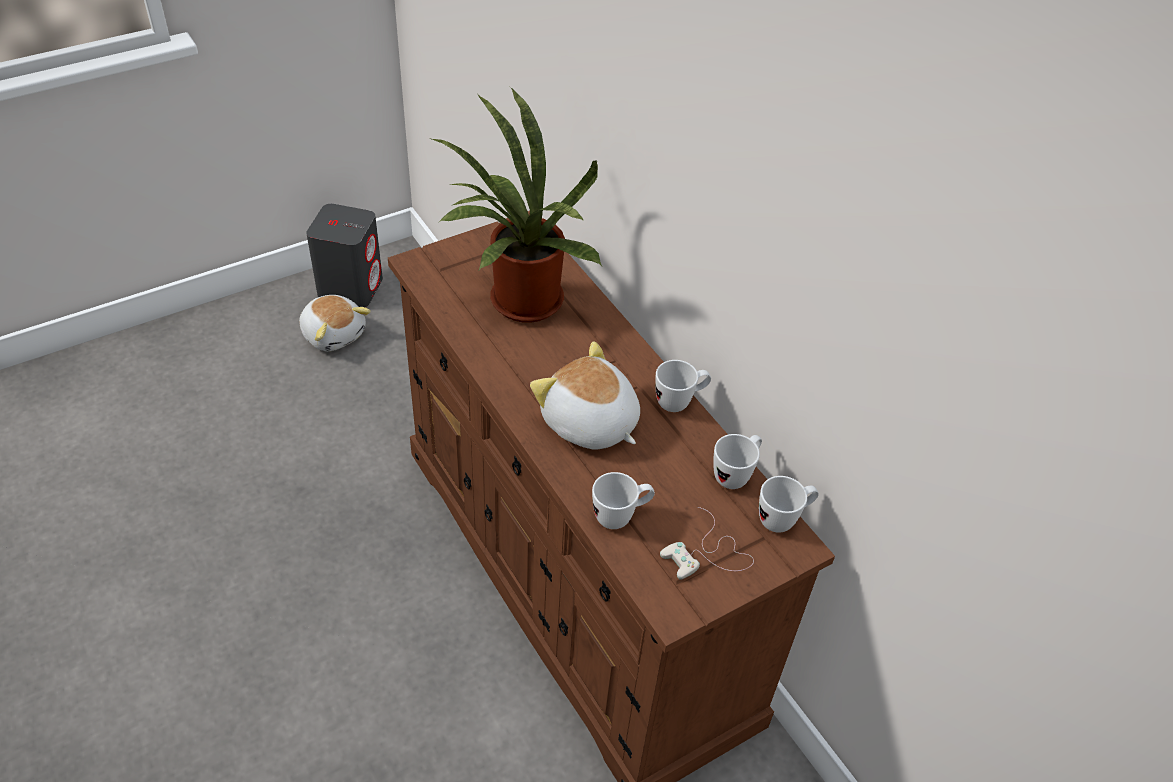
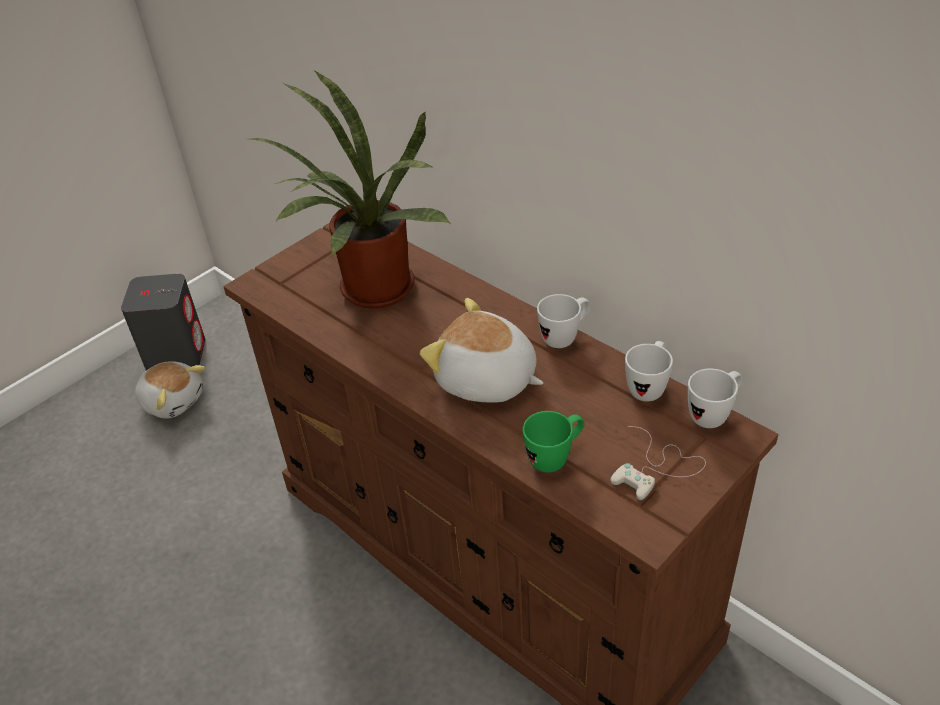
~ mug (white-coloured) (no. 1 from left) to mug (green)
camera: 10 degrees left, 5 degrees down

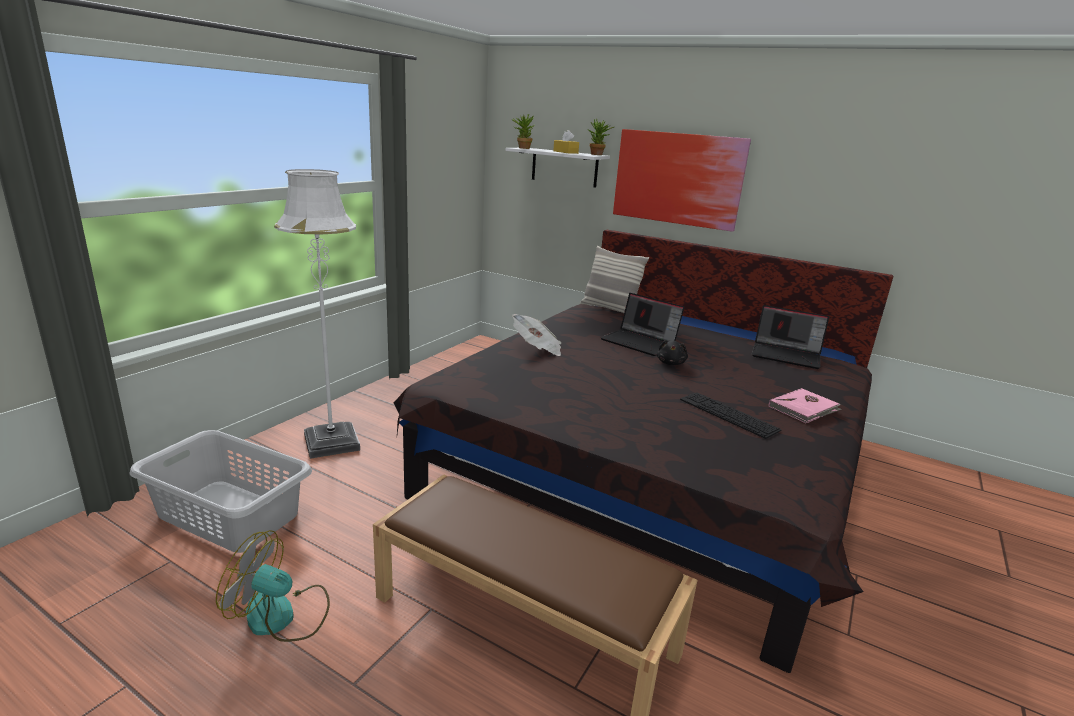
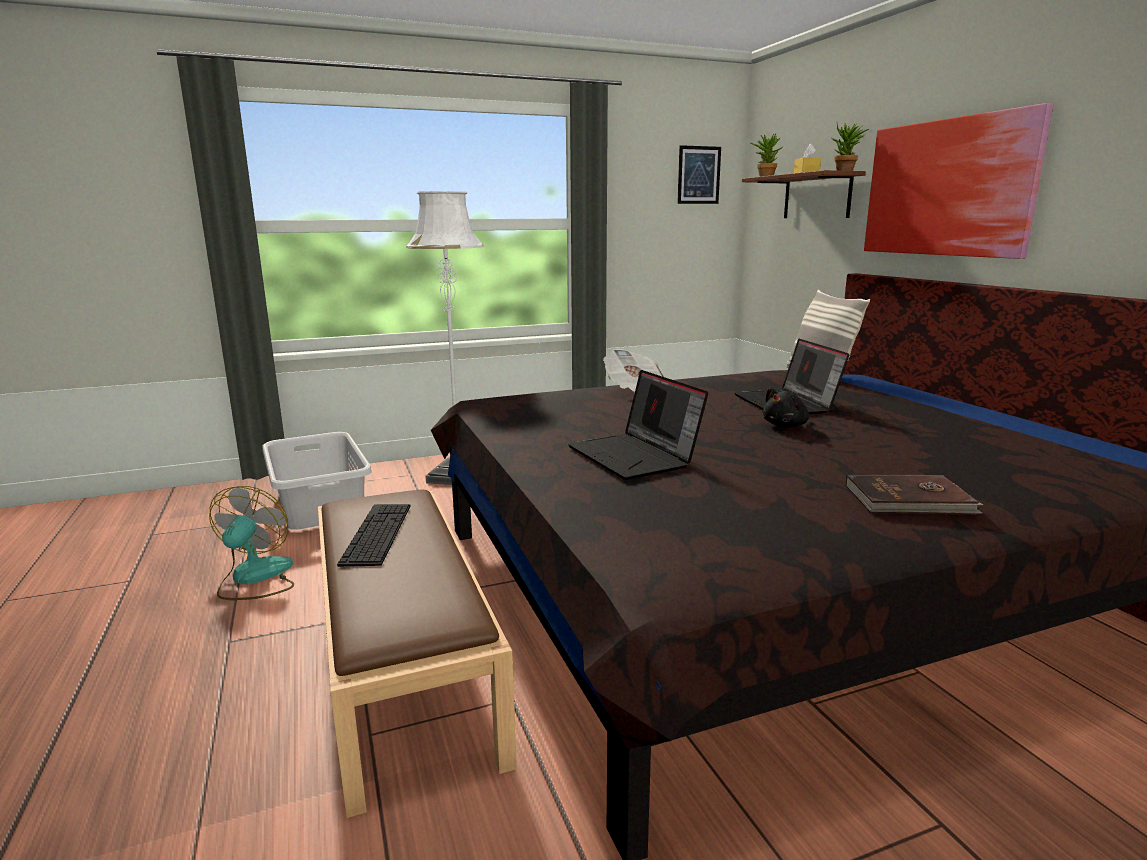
~ electric fan 45 degrees clockwise
~ computer keyboard
~ portable computer (no. 2 from left in the first image) to portable computer (no. 1 from left)
+ wall picture (no. 1 from left)
~ wall shelf (white-coloured) to wall shelf (brownish)
~ bound book (pinkish) to bound book (brownish)
camera: 40 degrees right, 5 degrees down

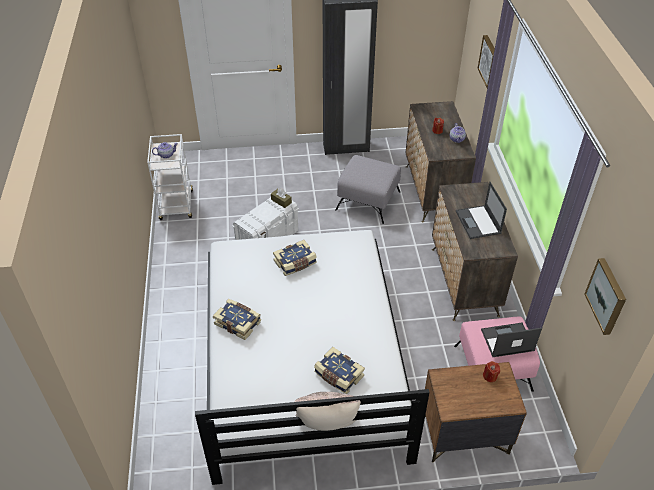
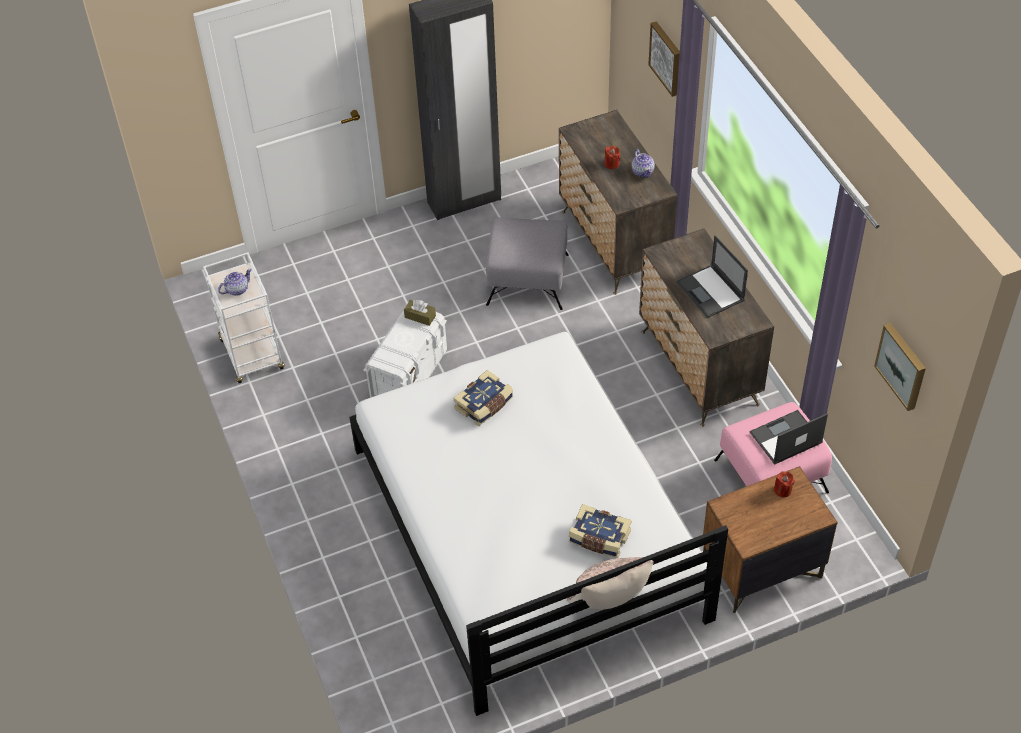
- bound book (no. 1 from left)
camera: 15 degrees left, 5 degrees up

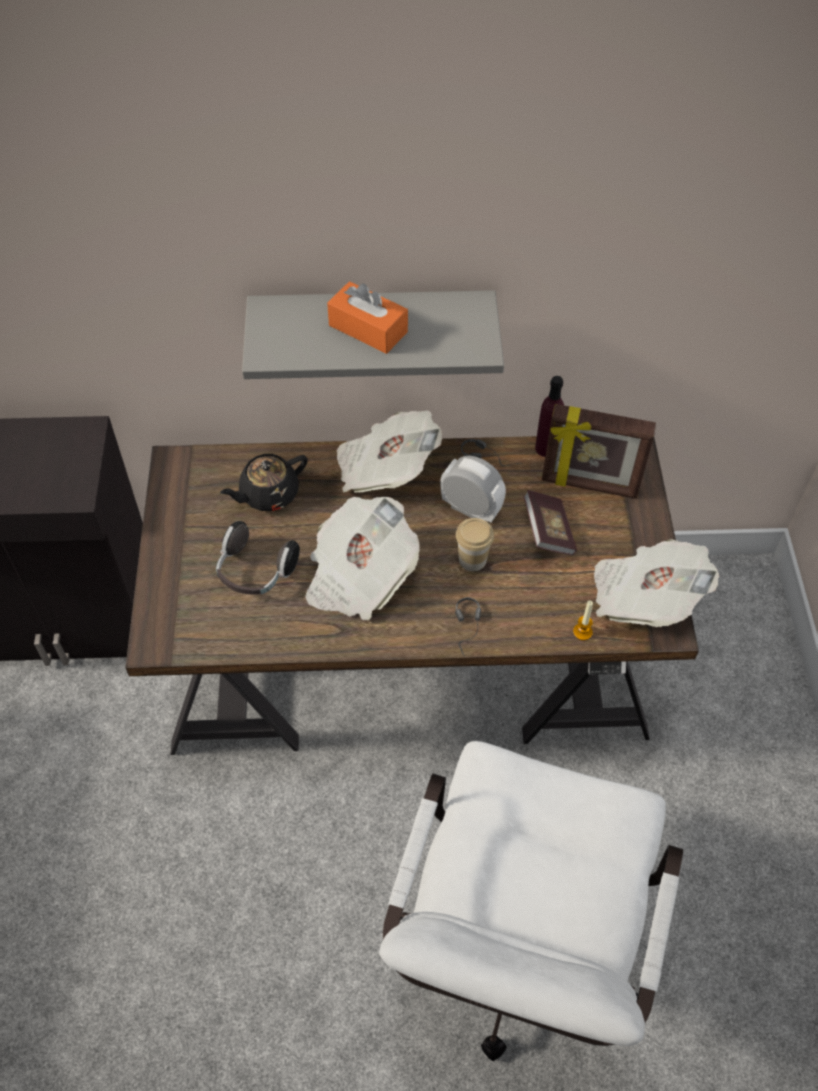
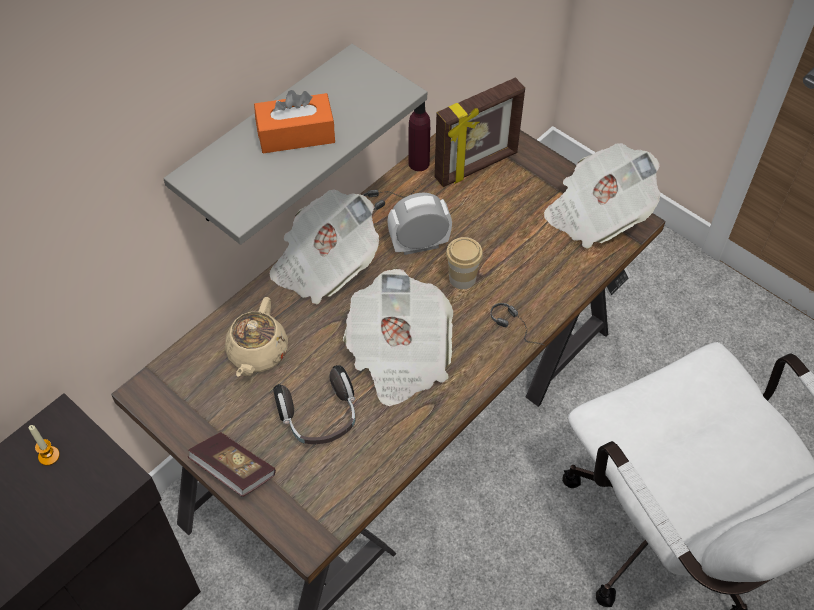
~ wax light
~ bound book
~ teapot (black-coloured) to teapot (sand-coloured)
camera: 45 degrees left, 0 degrees up

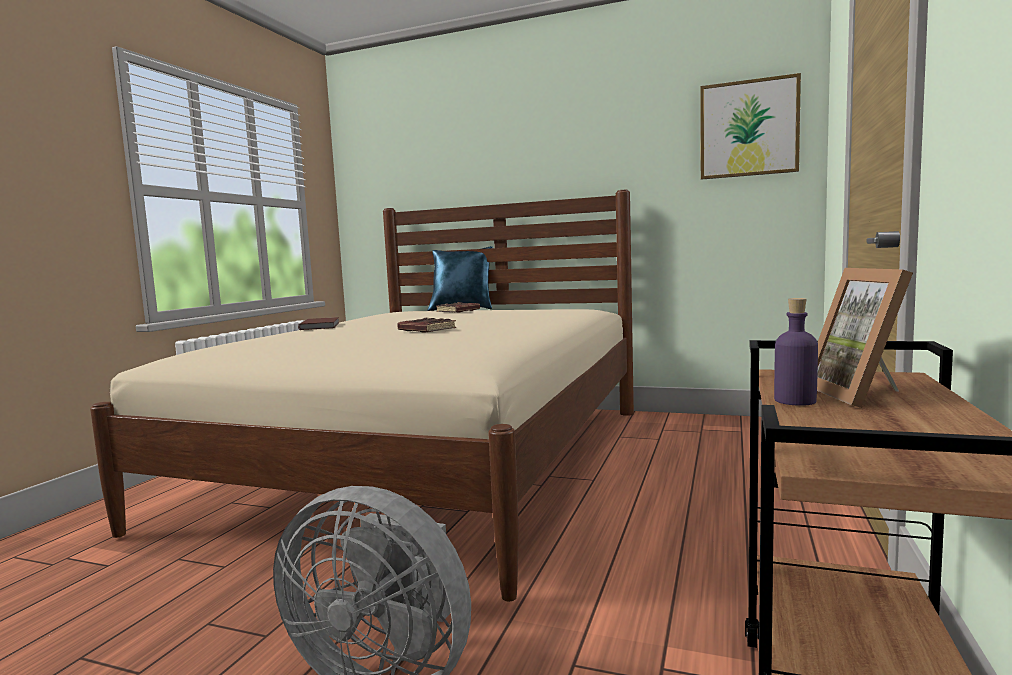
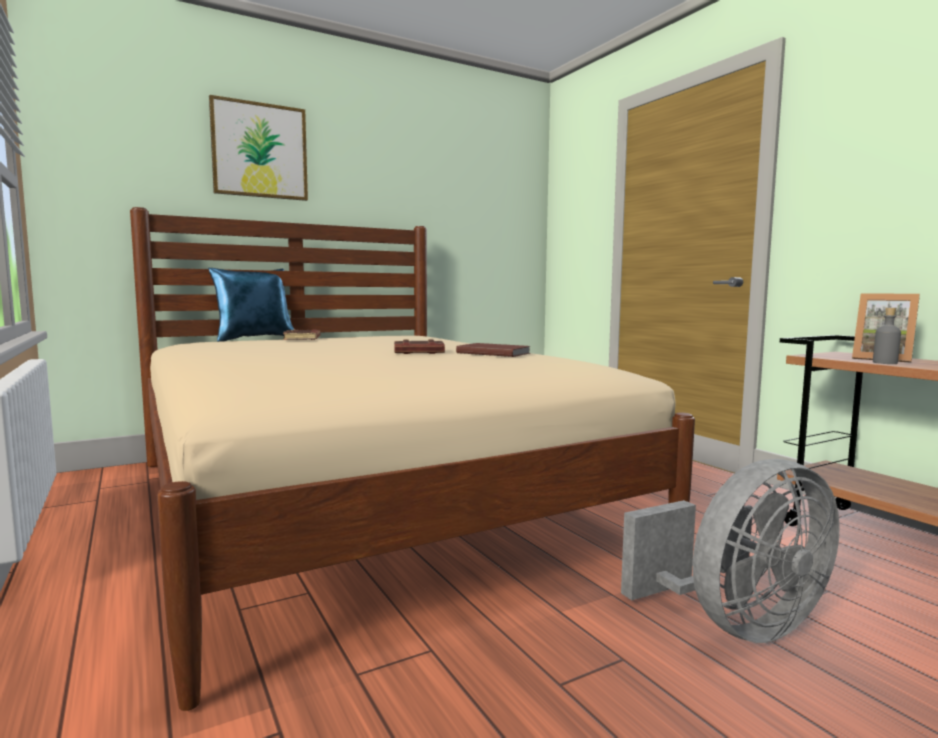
~ wall picture
~ bound book (brownish) (no. 1 from left in the first image) to bound book (brownish) (no. 3 from left)
~ beverage bottle (purple-coloured) to beverage bottle (gray)
camera: 50 degrees left, 0 degrees up

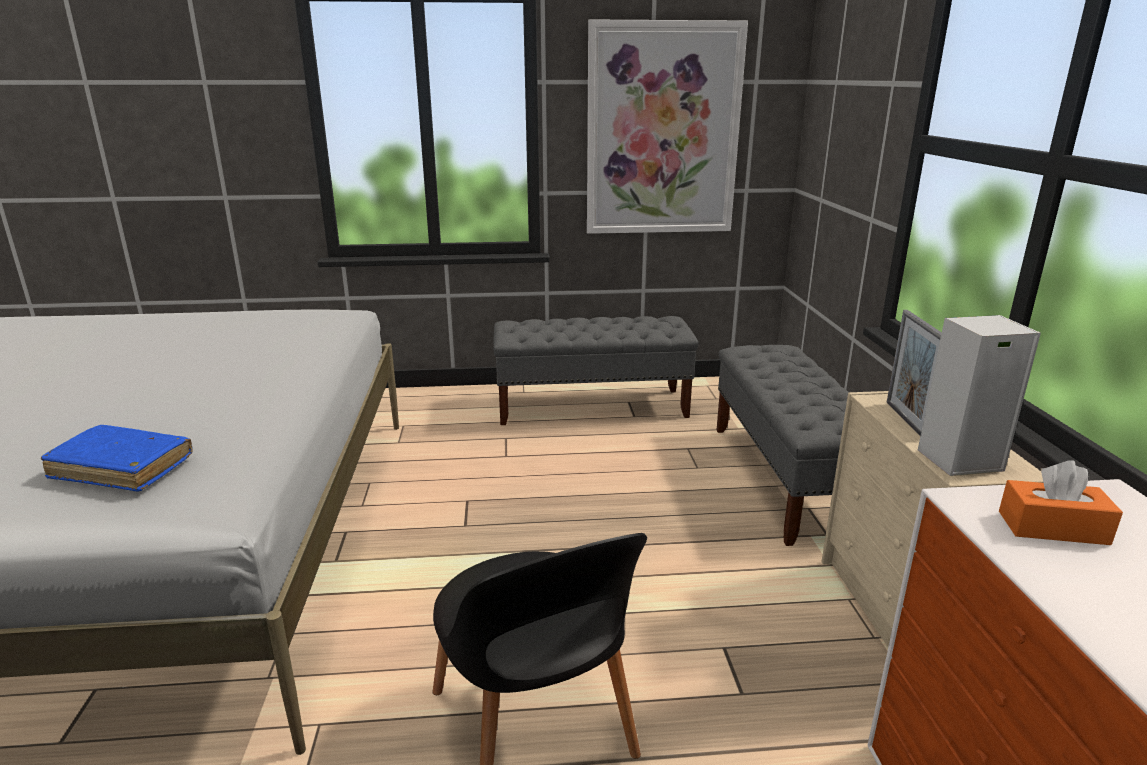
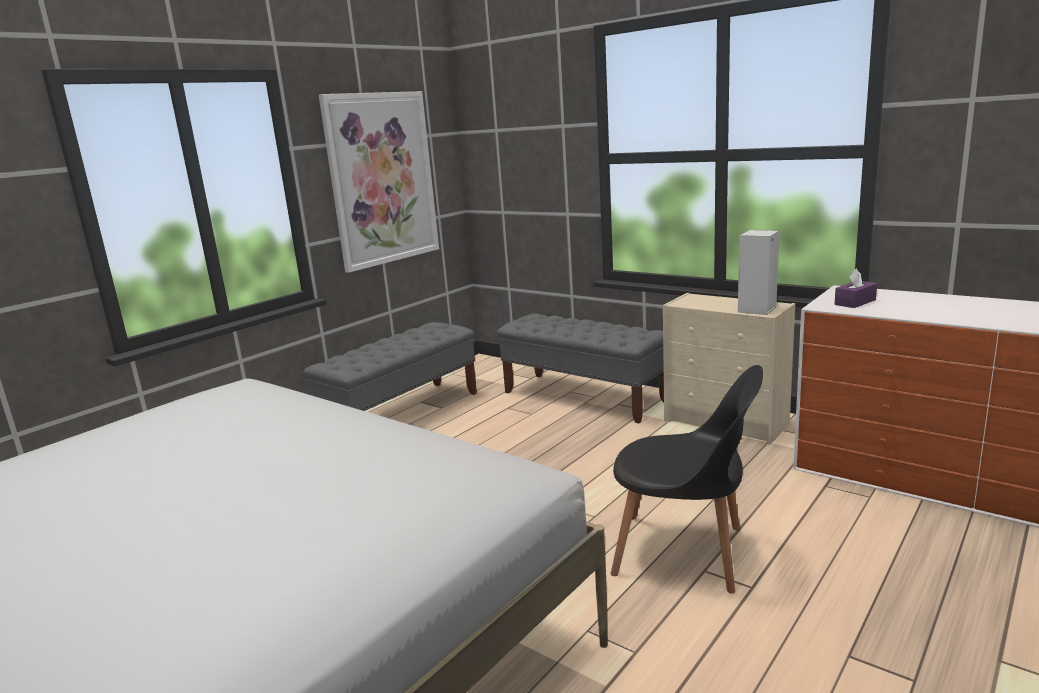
~ tissue box (orange-coloured) to tissue box (purple-coloured)
- bound book (bluish)
- standing frame
camera: 45 degrees left, 5 degrees down

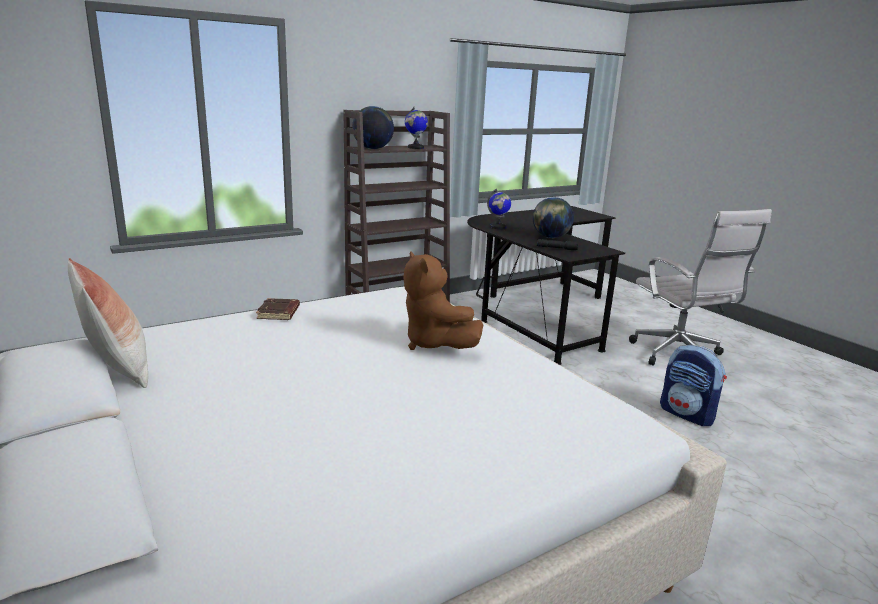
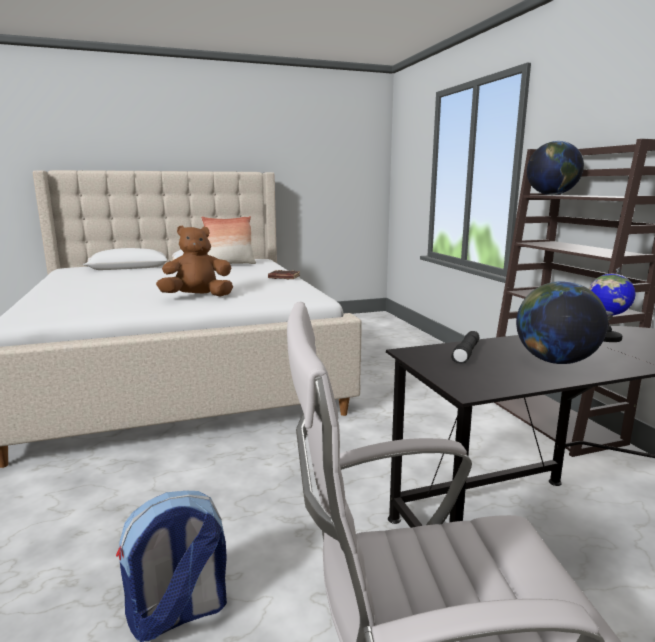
- world globe (no. 2 from left)
camera: 105 degrees right, 5 degrees down

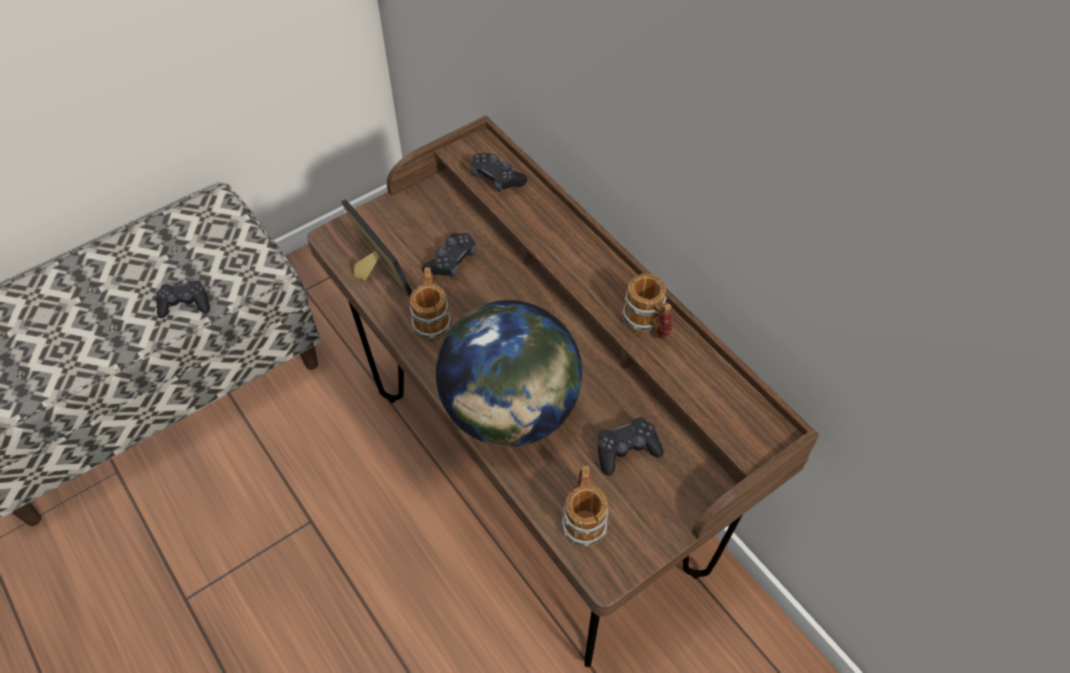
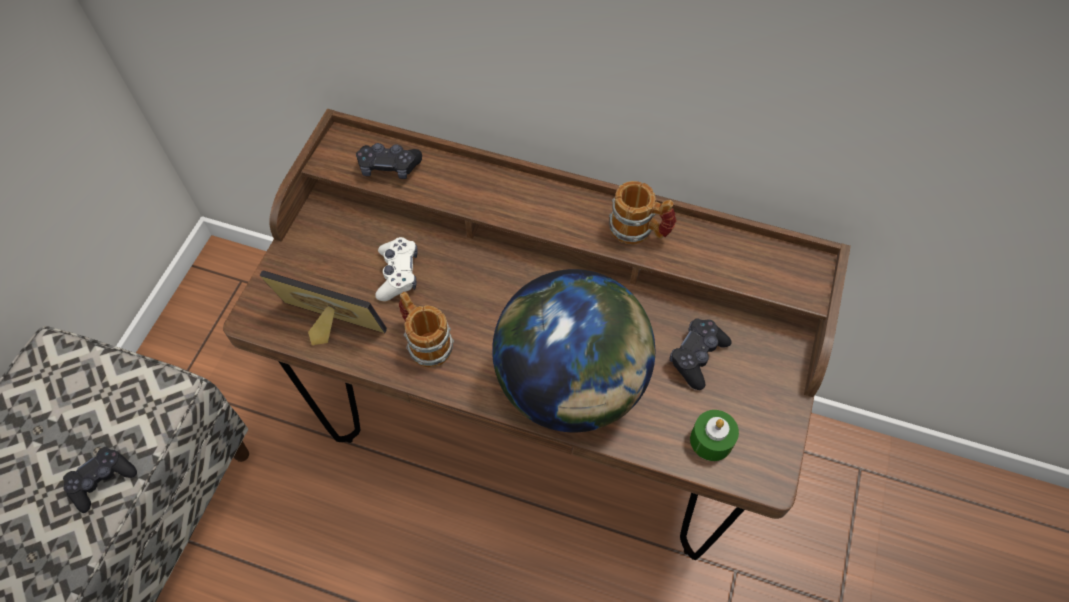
~ gamepad (black-coloured) (no. 2 from left) to gamepad (white-coloured)
~ mug (no. 2 from left) to wax light (green)
camera: 35 degrees left, 5 degrees up

